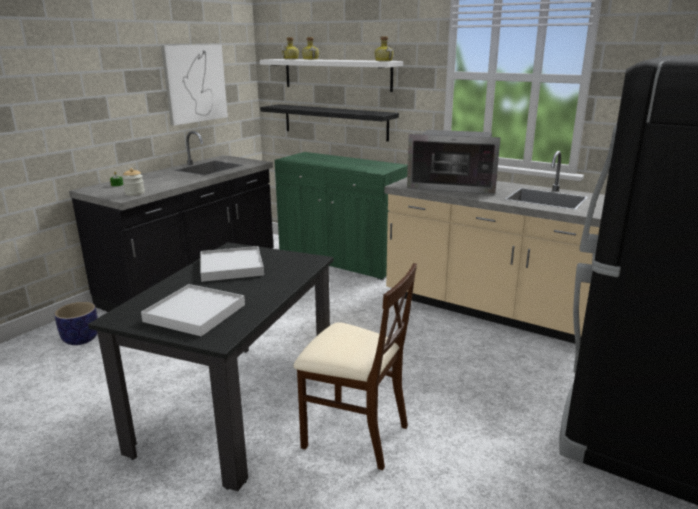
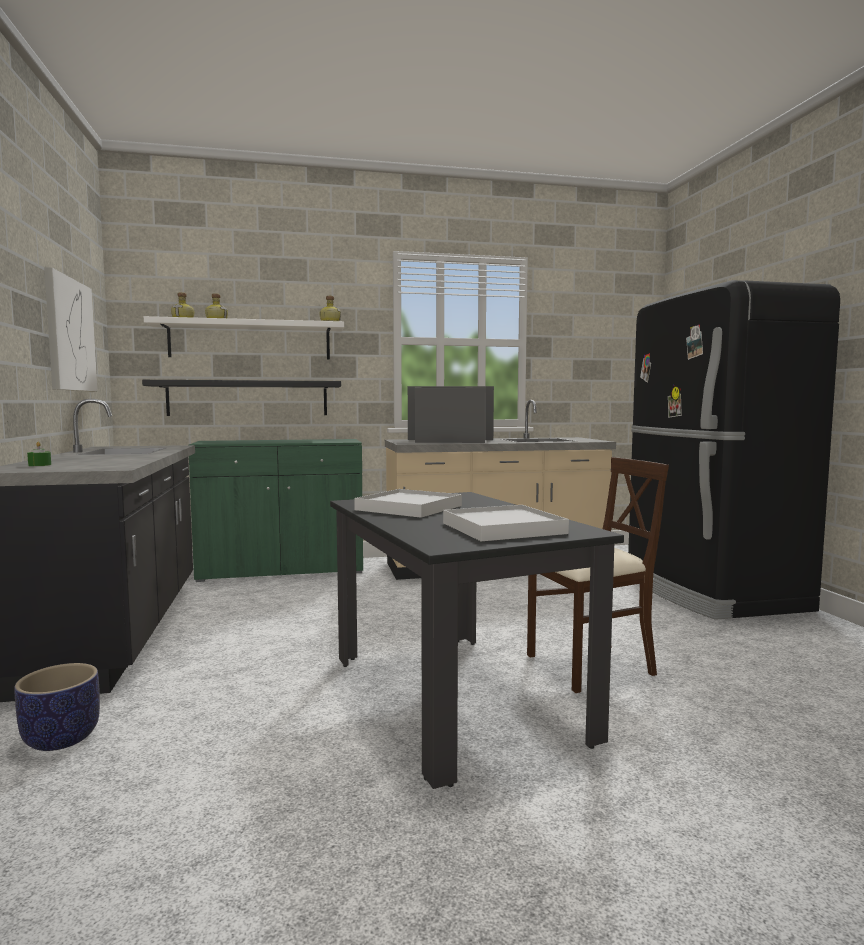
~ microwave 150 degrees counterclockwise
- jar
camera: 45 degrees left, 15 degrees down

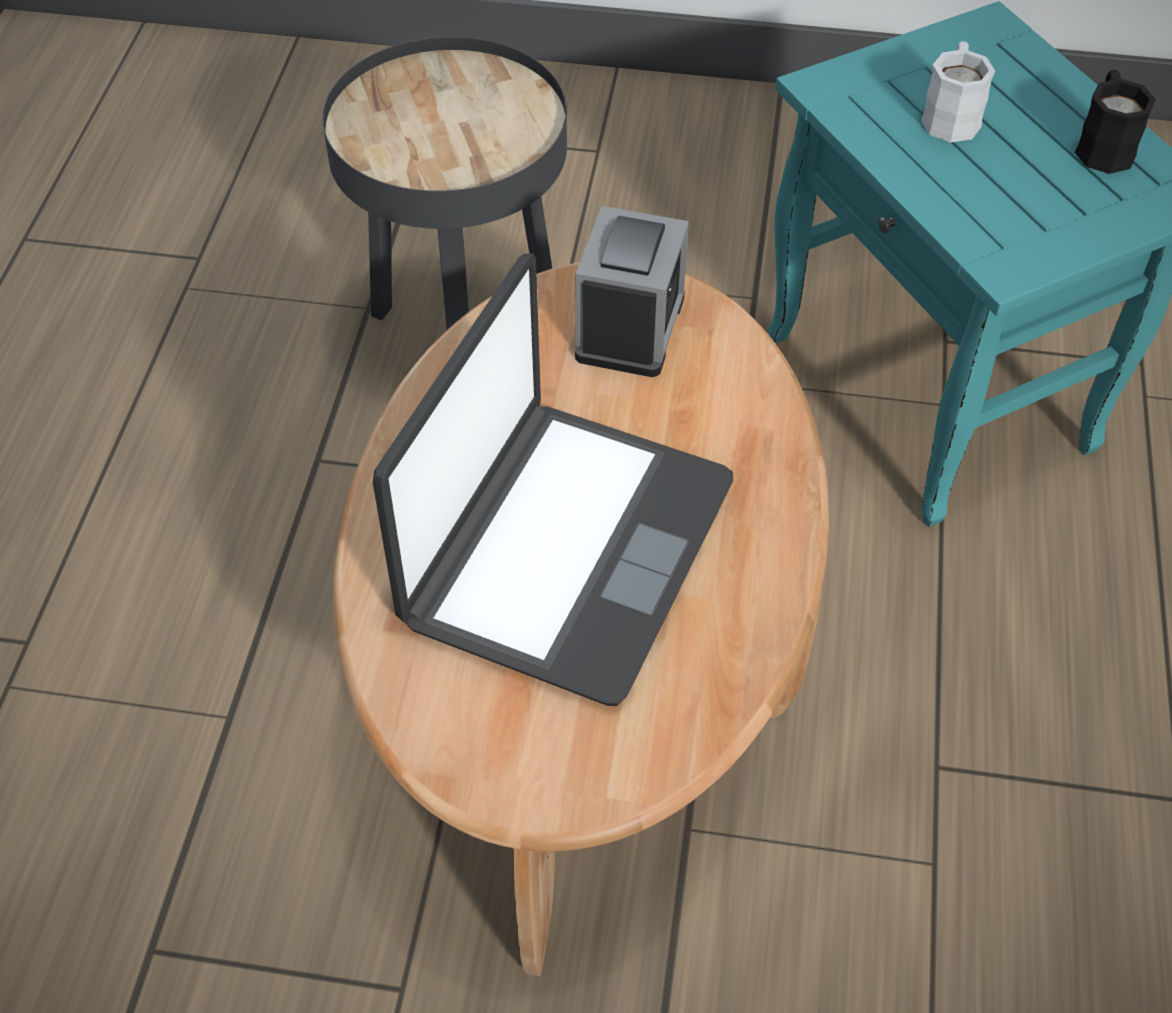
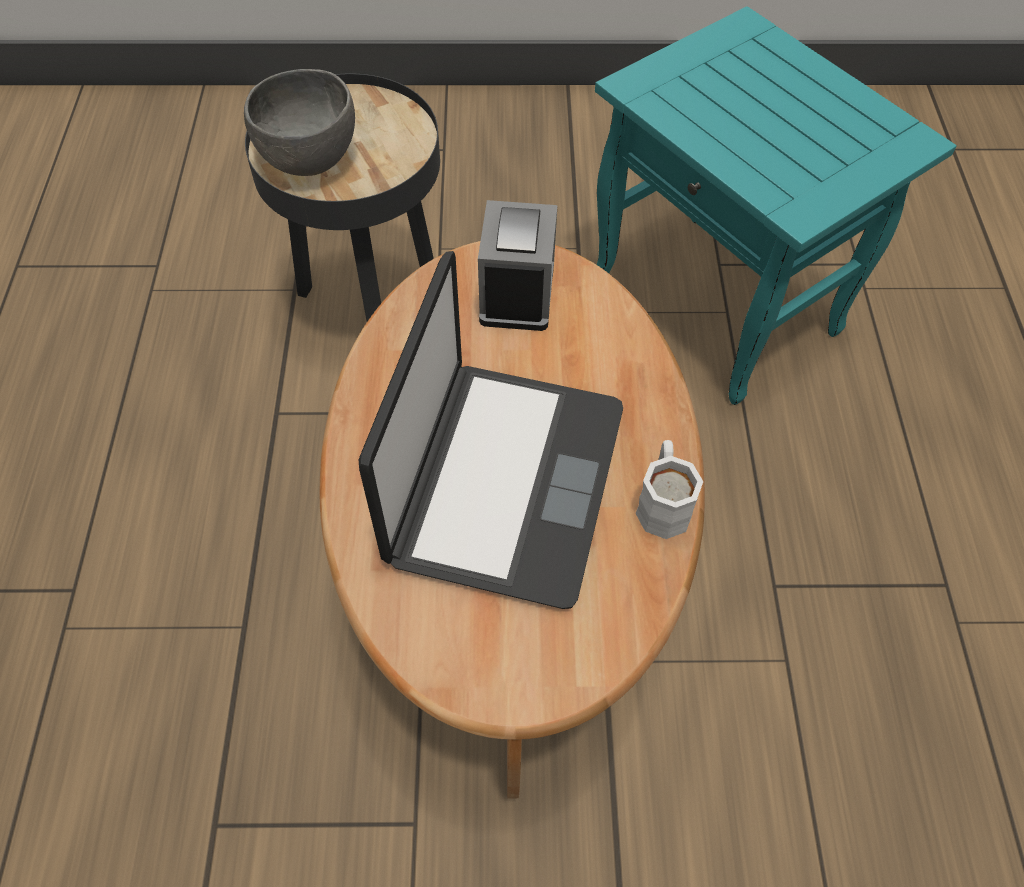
+ bowl (gray)
~ mug (white-coloured)
- mug (black-coloured)
camera: 10 degrees left, 5 degrees up

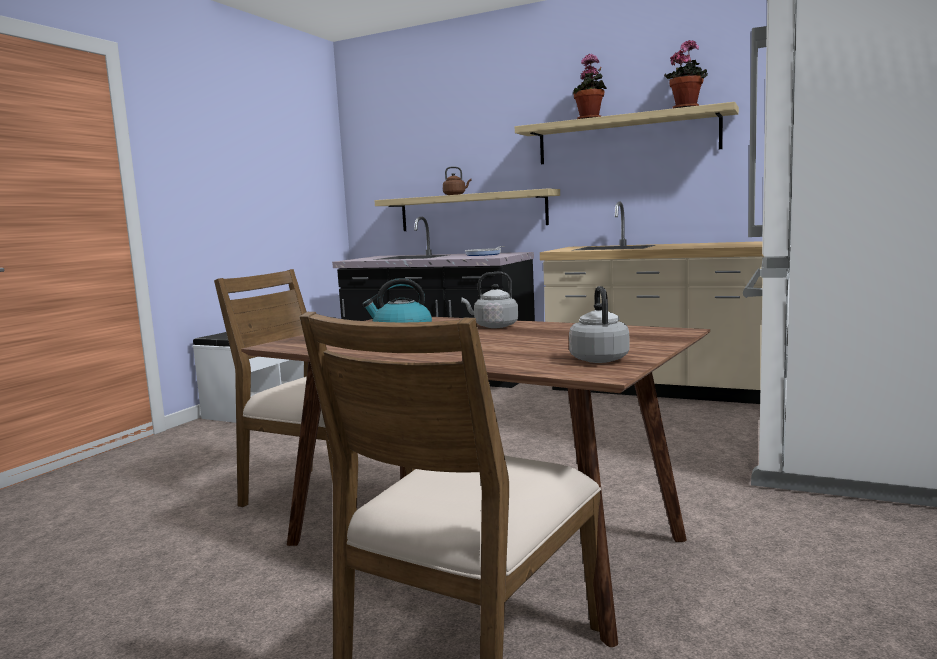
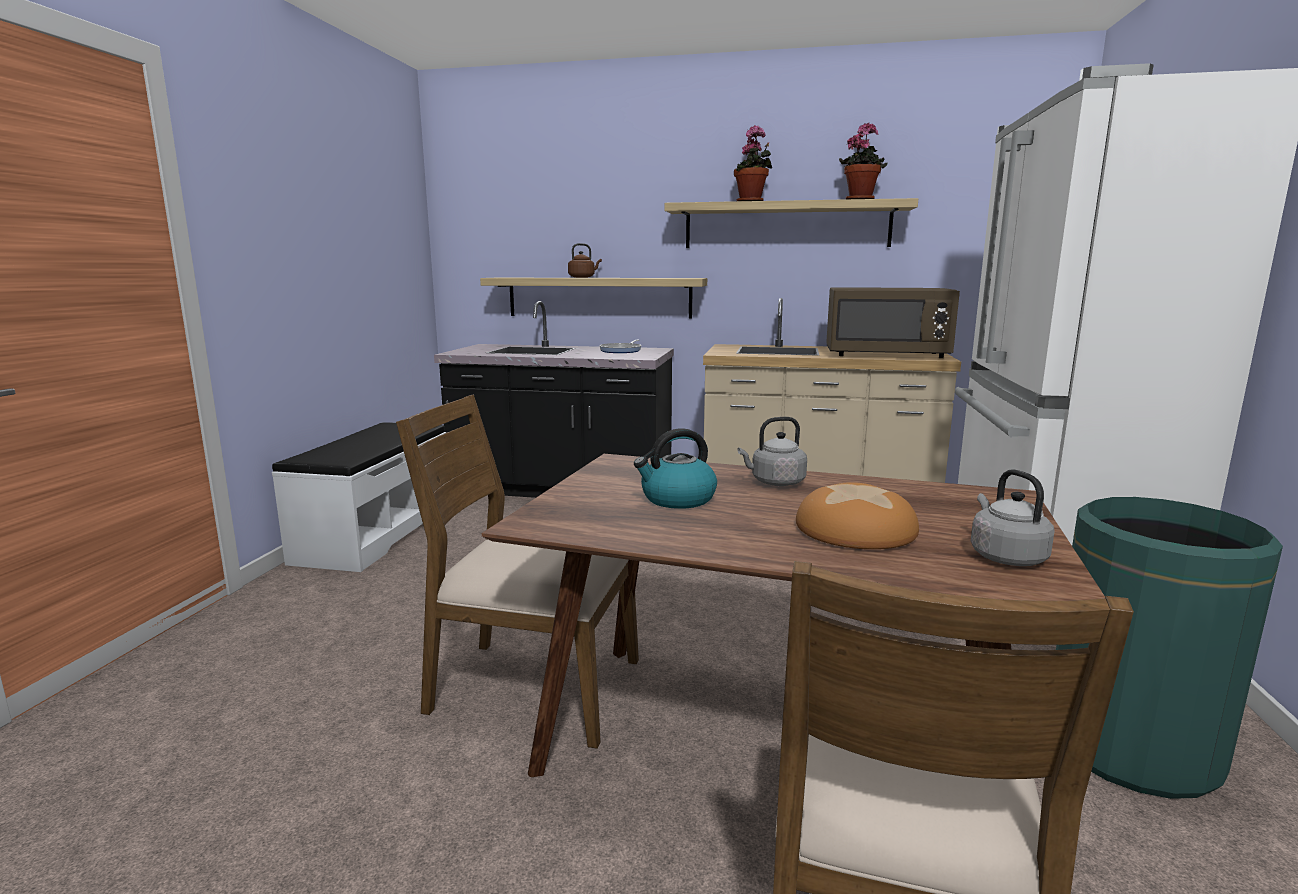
+ bread
+ microwave (brownish)
+ rubbish bin (green)
camera: 15 degrees left, 5 degrees up

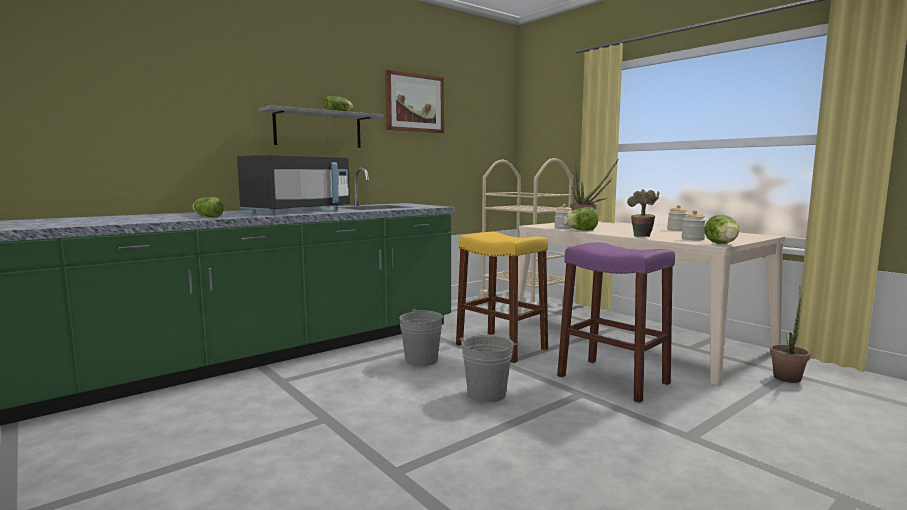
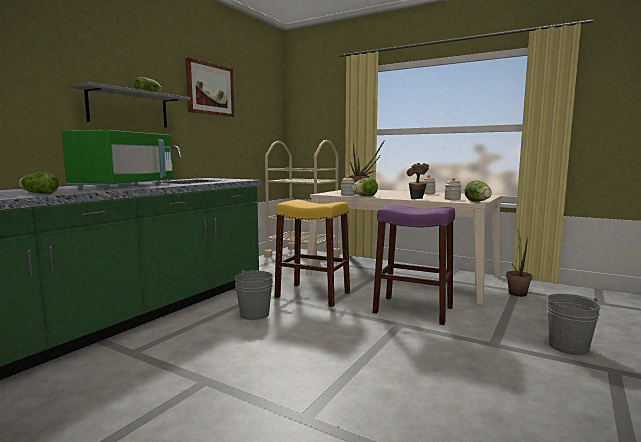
~ microwave (black-coloured) to microwave (green)
~ pail (gray) (no. 2 from left)
camera: 20 degrees left, 0 degrees up

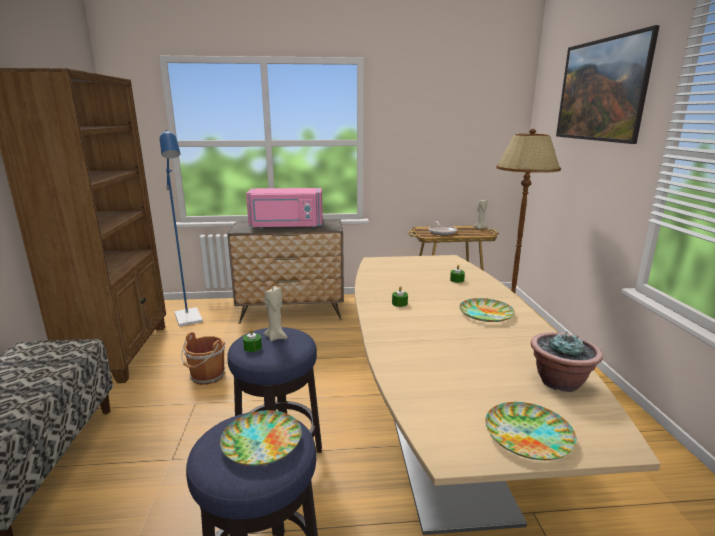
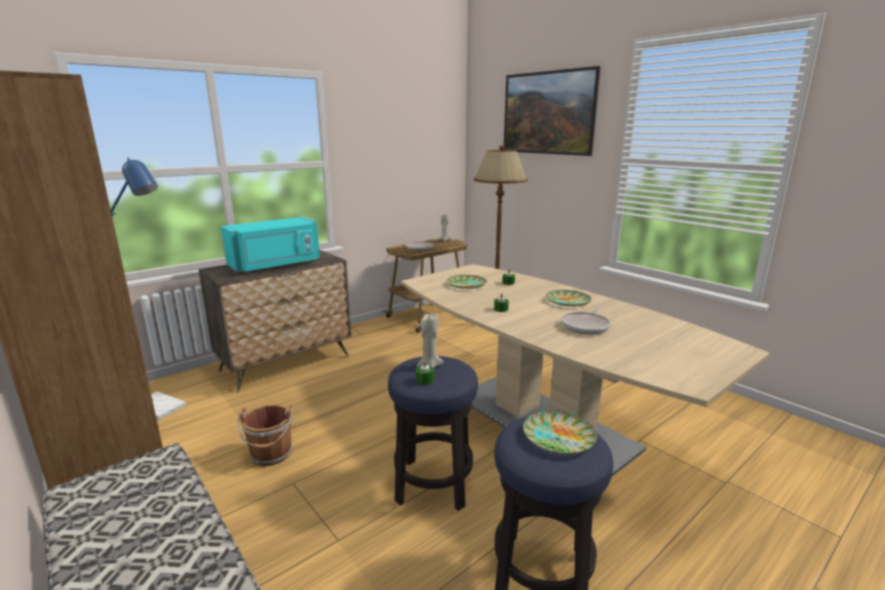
~ microwave (pinkish) to microwave (turquoise-coloured)
~ dinner plate (no. 3 from left in the first image) to dinner plate (no. 1 from left)
+ pan (no. 2 from left)
- plant in a pot
camera: 35 degrees left, 0 degrees up

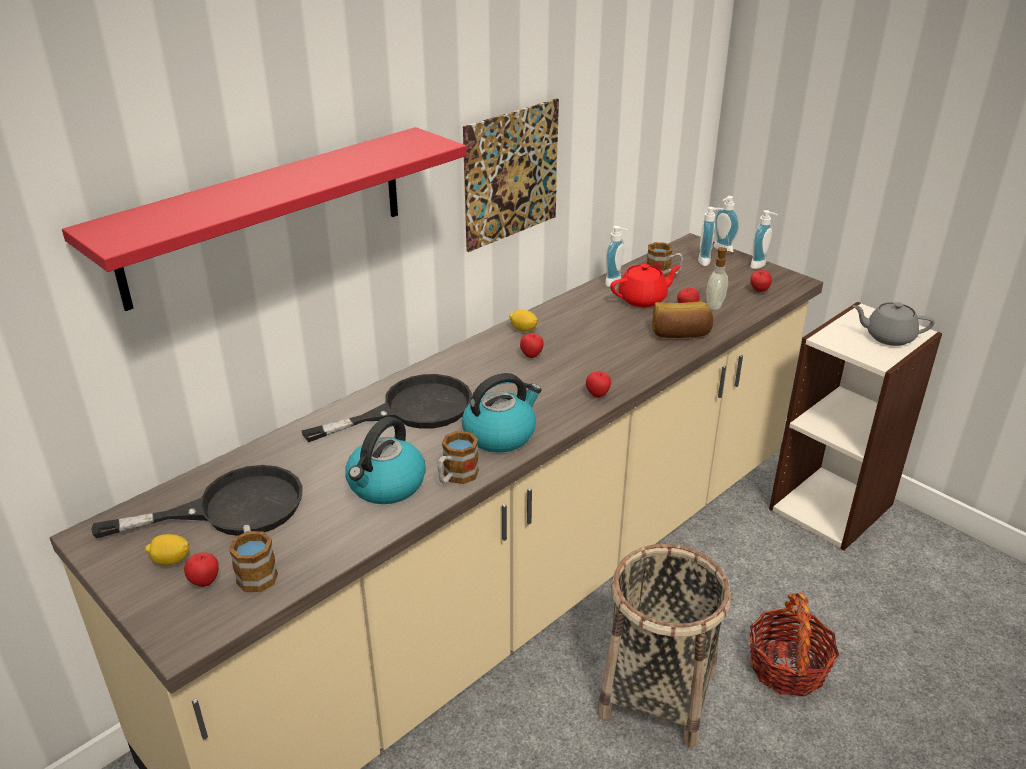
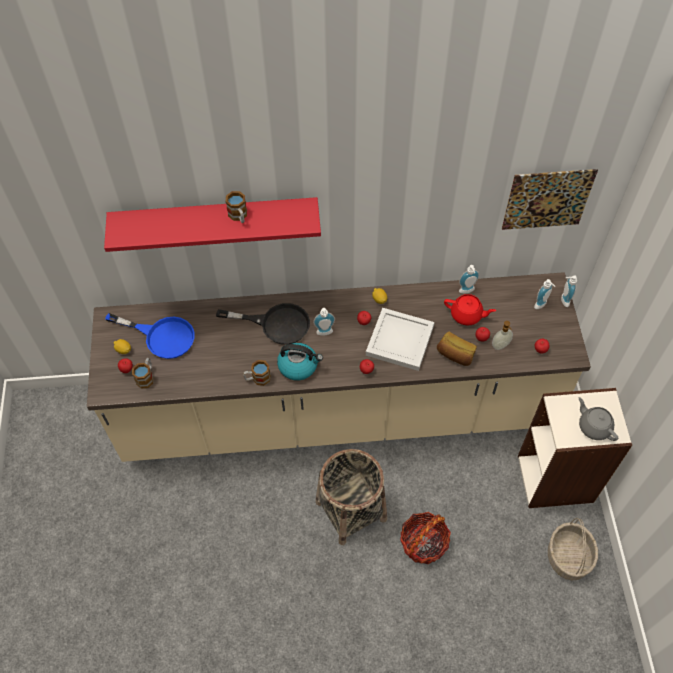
~ pan (black-coloured) (no. 1 from left) to pan (bluish)
~ mug (no. 3 from left in the first image) to mug (no. 2 from left)
~ soap dispenser (no. 5 from left in the first image) to soap dispenser (no. 1 from left)
+ tray (white-coloured)
~ wall picture
+ basket (no. 3 from left)
- kettle (no. 1 from left)
camera: 40 degrees right, 25 degrees up

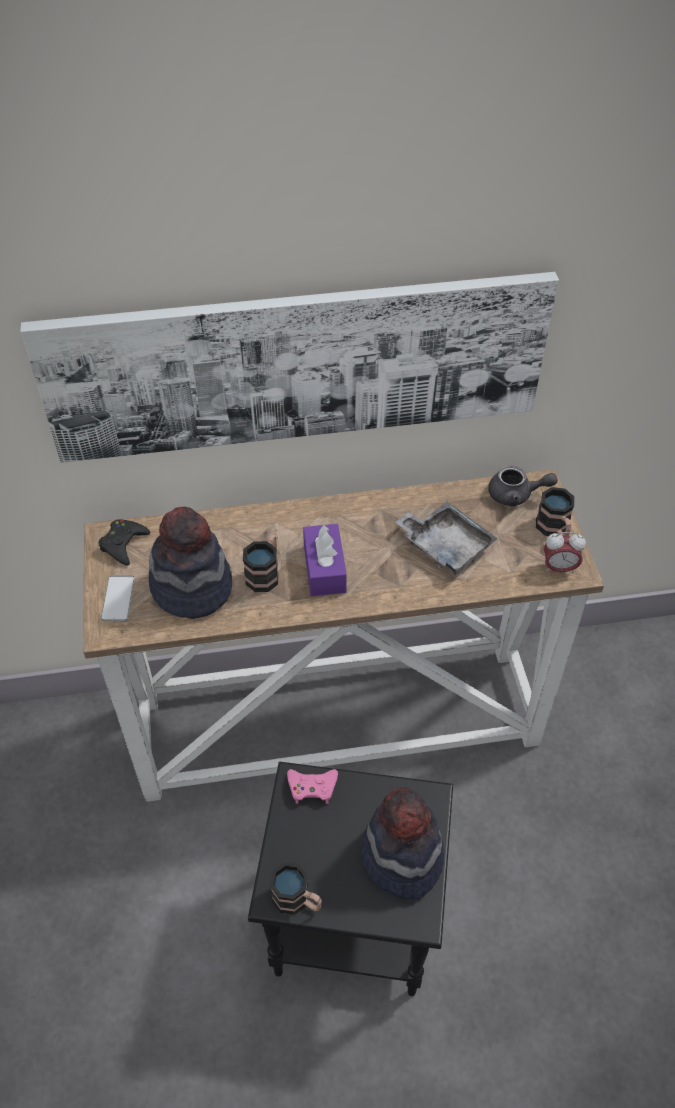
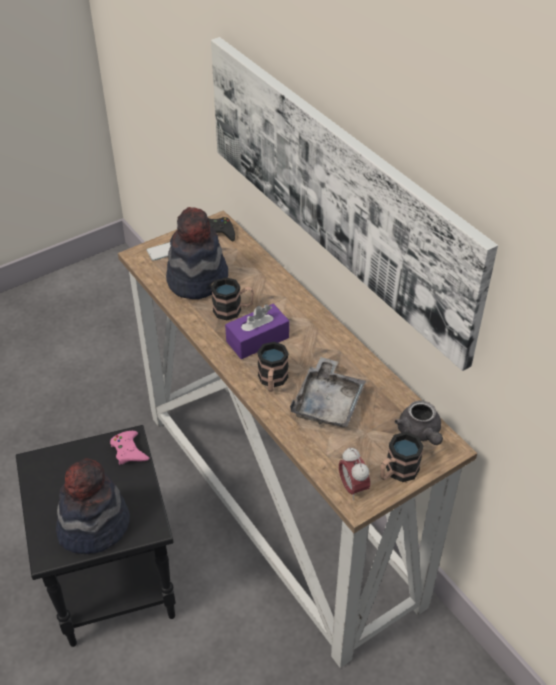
~ mug (no. 2 from left)
camera: 65 degrees right, 5 degrees down

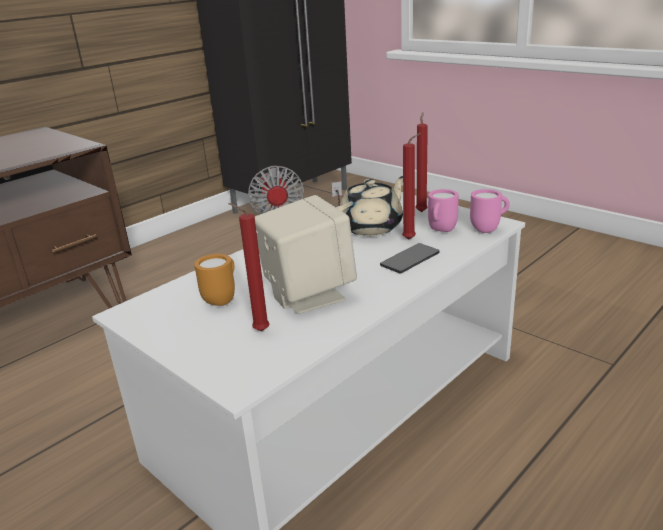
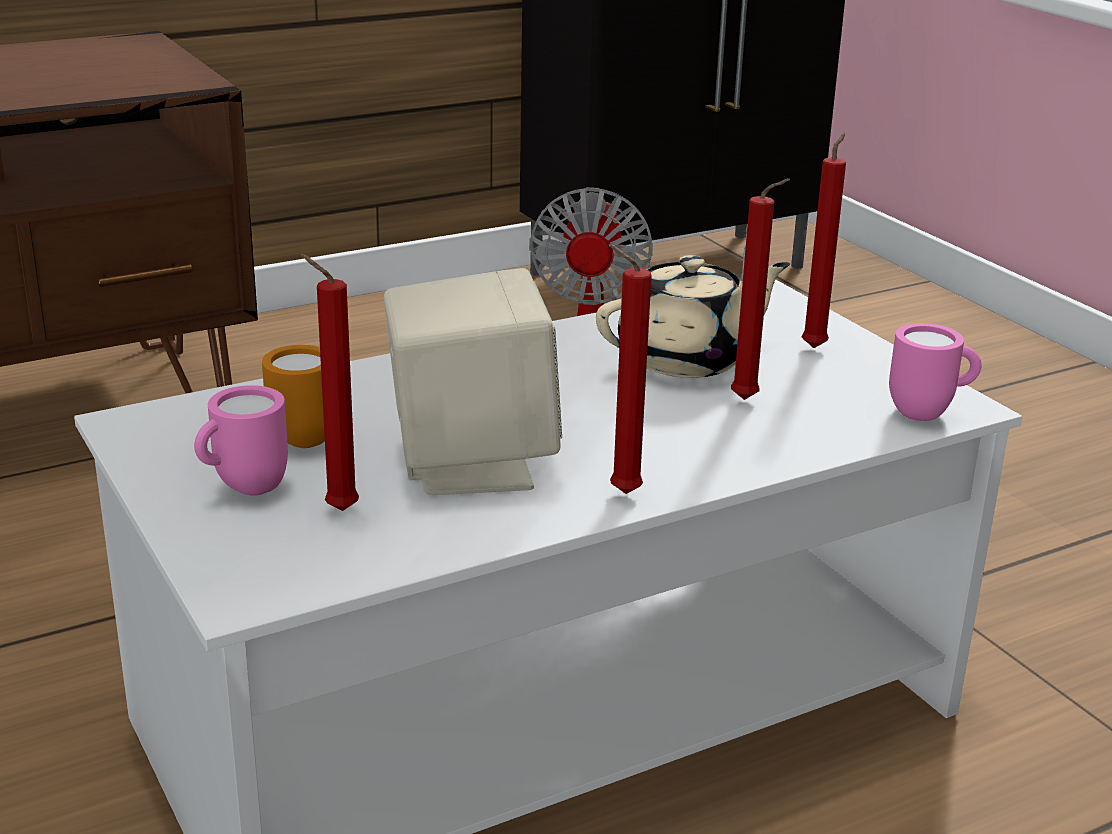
~ mug (pinkish) (no. 1 from left)
+ wax light (red) (no. 2 from left)
- telephone
camera: 15 degrees right, 0 degrees up

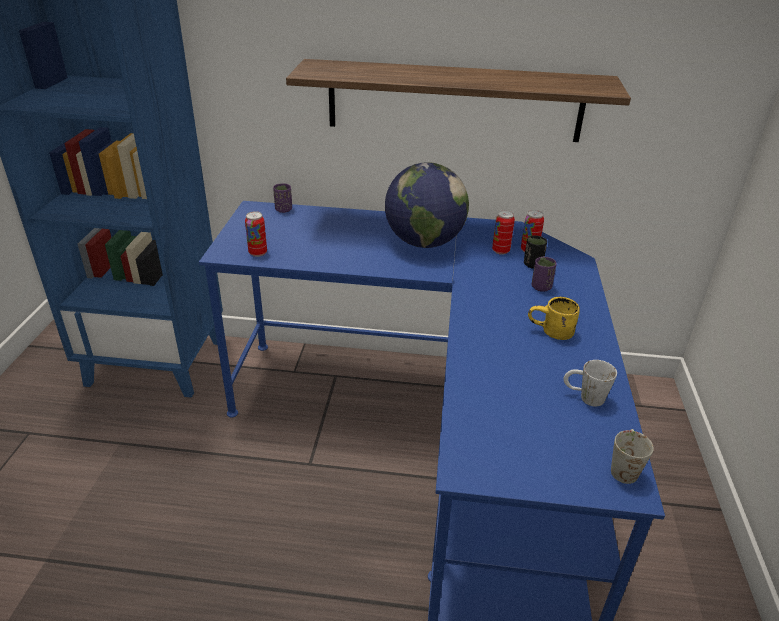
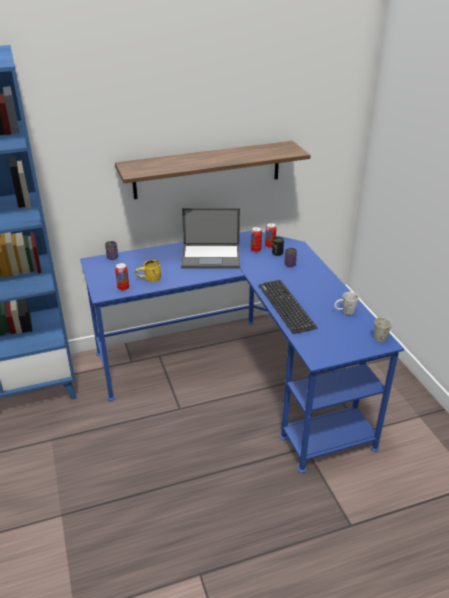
~ mug (yellow-coloured)
~ world globe to portable computer
+ computer keyboard
camera: 25 degrees left, 0 degrees up

